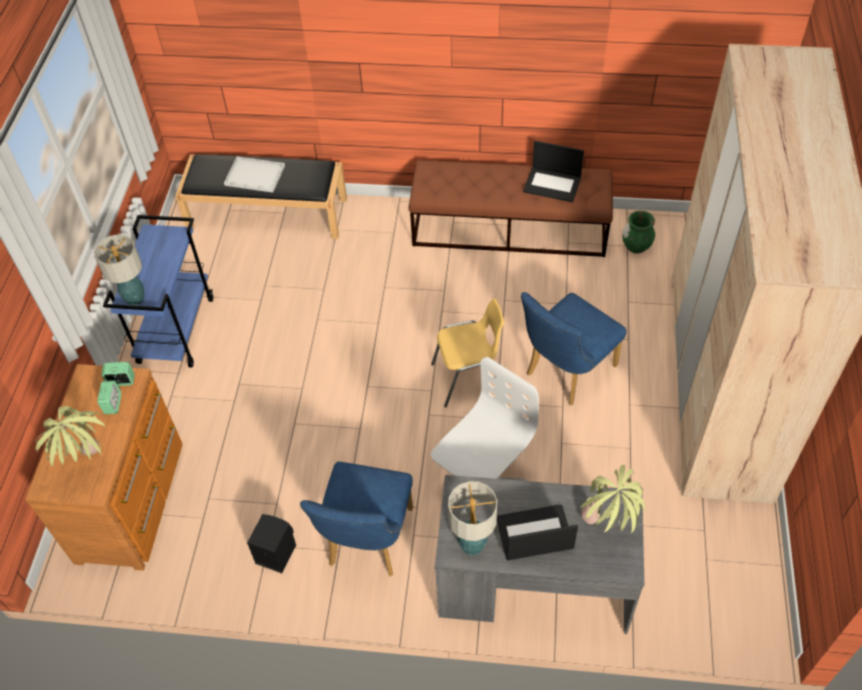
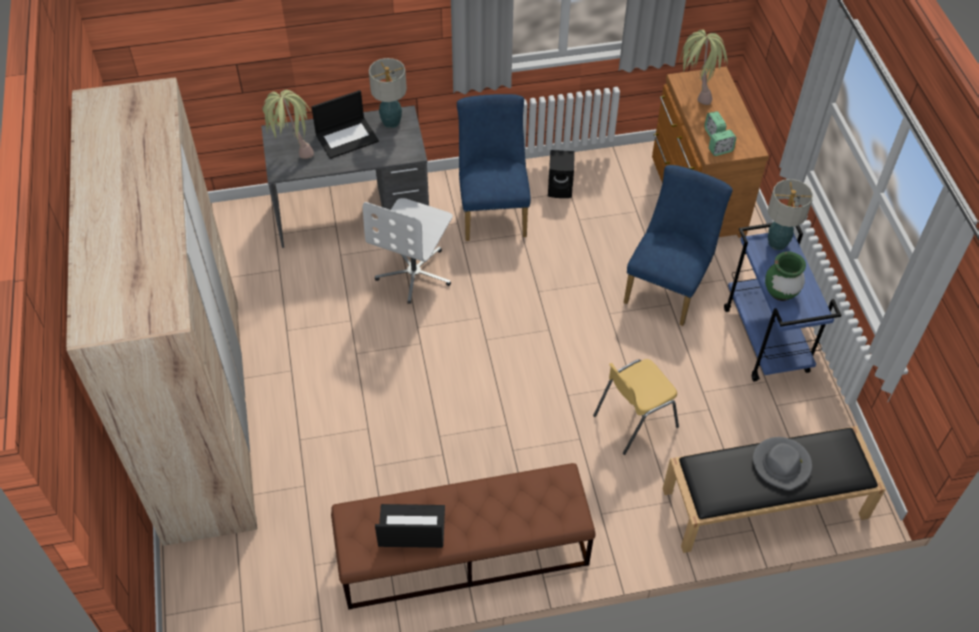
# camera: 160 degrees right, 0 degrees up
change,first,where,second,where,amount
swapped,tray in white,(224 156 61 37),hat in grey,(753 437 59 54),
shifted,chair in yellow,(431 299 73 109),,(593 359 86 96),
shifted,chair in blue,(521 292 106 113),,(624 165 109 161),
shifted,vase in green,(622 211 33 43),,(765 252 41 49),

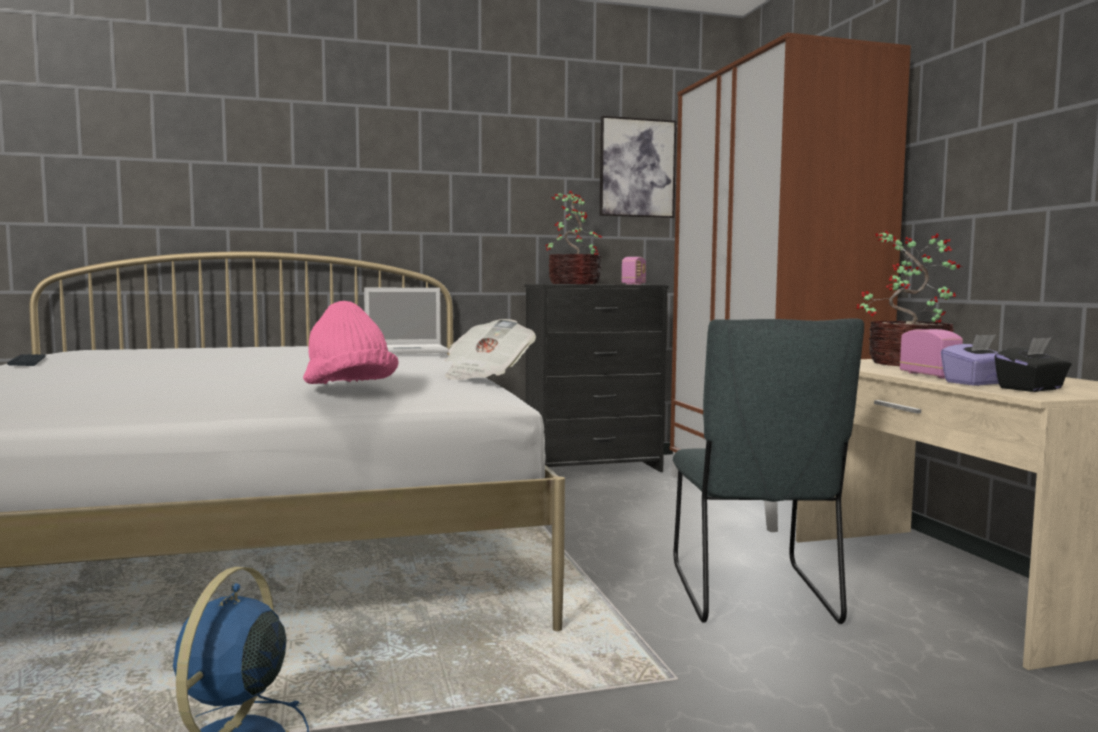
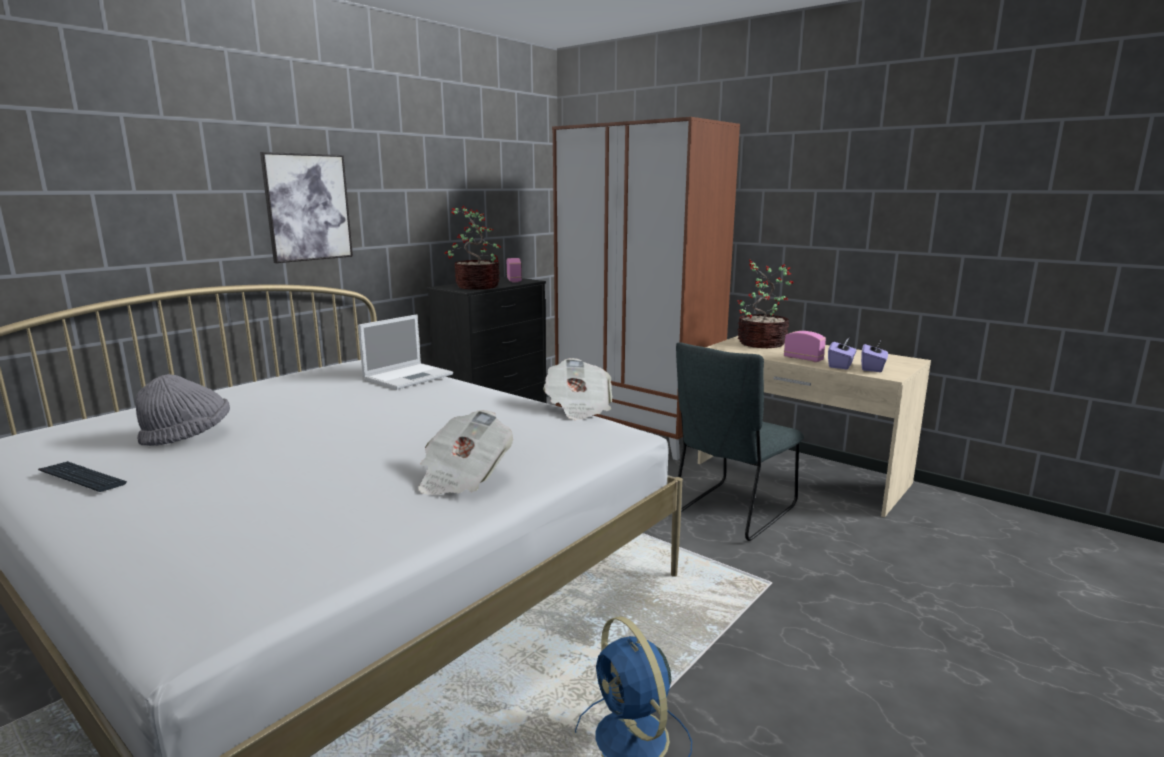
# camera: 35 degrees left, 10 degrees up
change,first,where,second,where,amount
gone,hat in pink,(303 301 95 83),,,
shifted,picture,(600 116 76 102),,(260 152 93 111),
rotated,chair in grey,(673 318 191 306),,(676 342 128 199),75 degrees clockwise
repainted,tissue box in black,(995 338 77 54),tissue box in purple,(861 342 27 30),
new,,,hat in grey,(136 374 94 72),
new,,,newspaper,(418 410 95 85),

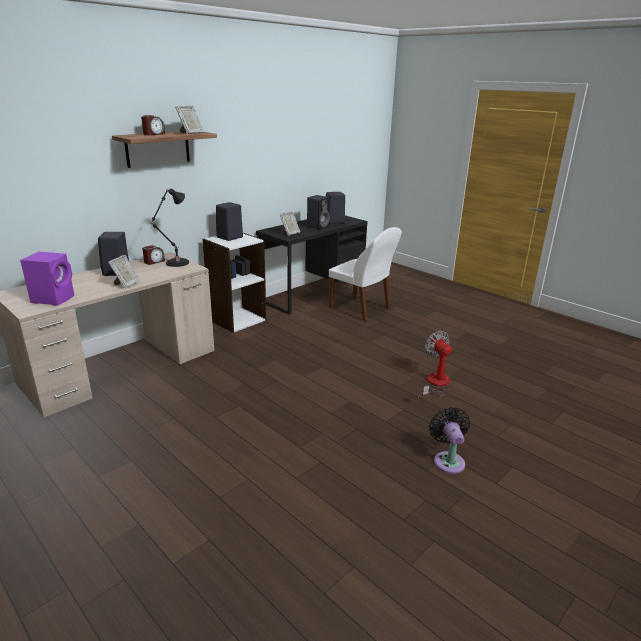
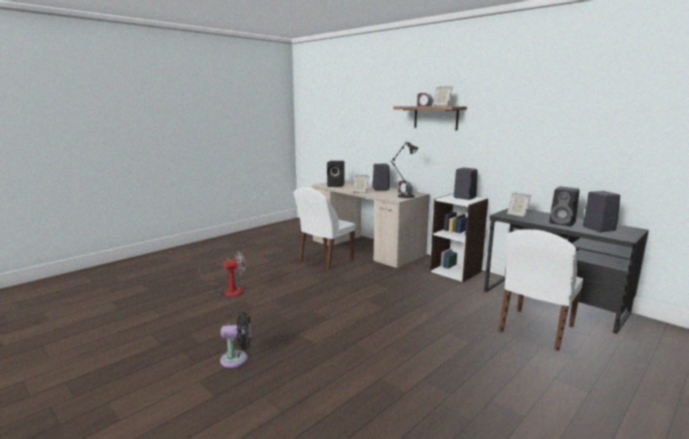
# camera: 90 degrees right, 10 degrees down
change,first,where,second,where,amount
repainted,speaker in purple,(20 252 54 54),speaker in black,(327 161 17 26),
shifted,fan,(418 331 34 71),,(199 251 46 46),
new,,,chair in white,(294 187 61 83),

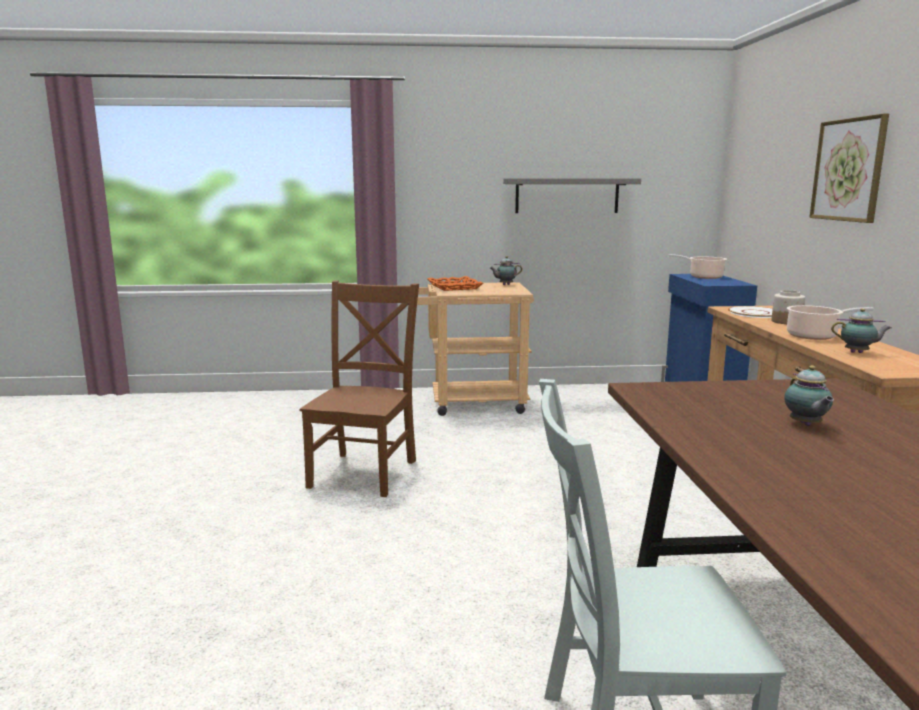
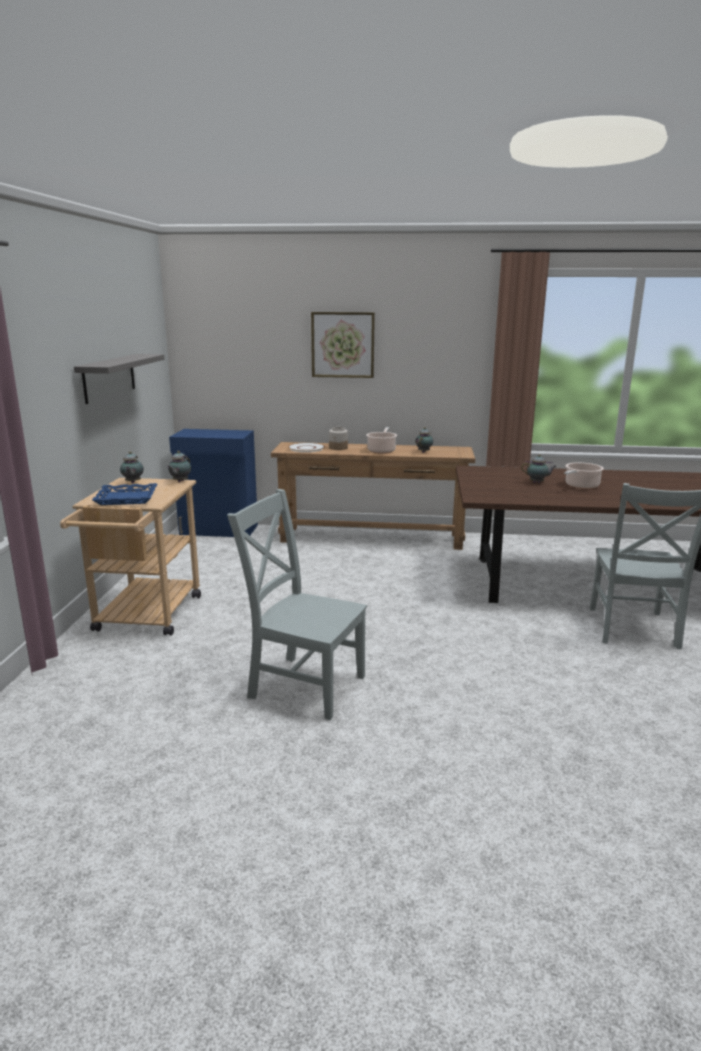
# camera: 80 degrees left, 5 degrees up
change,first,where,second,where,amount
repainted,chair in brown,(300 281 119 216),chair in grey,(227 489 140 231),
repainted,tray in orange,(428 276 55 15),tray in blue,(92 483 65 22),
shifted,cooking pot,(668 254 59 25),,(564 462 40 27),
new,,,teapot,(167 451 24 31),

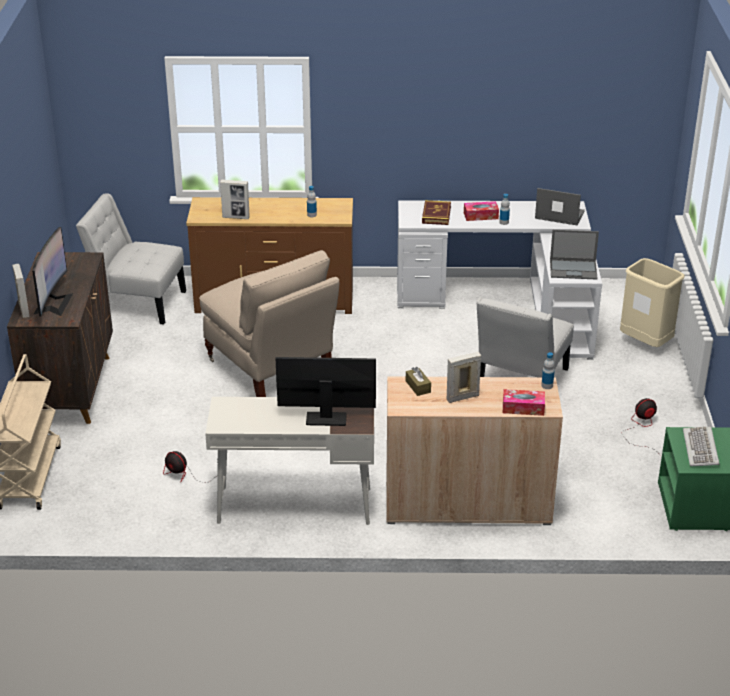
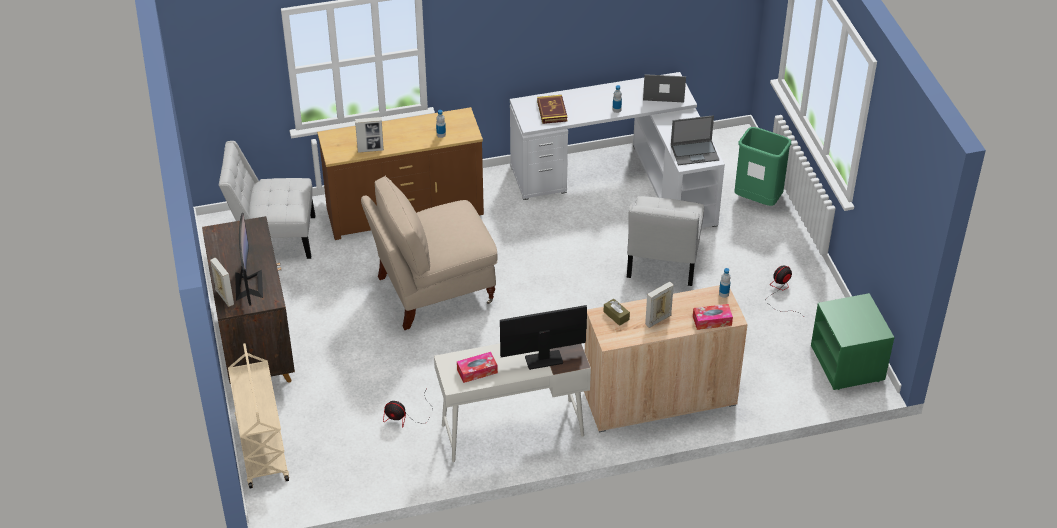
# camera: 15 degrees left, 10 degrees up
change,first,where,second,where,amount
rotated,chair in beige,(199 250 140 147),,(361 176 137 154),120 degrees clockwise
shifted,tissue box,(464 201 35 20),,(457 352 41 31),
repainted,trash can in beige,(620 258 65 89),trash can in green,(734 127 57 79),
gone,keyboard,(683 426 36 40),,,

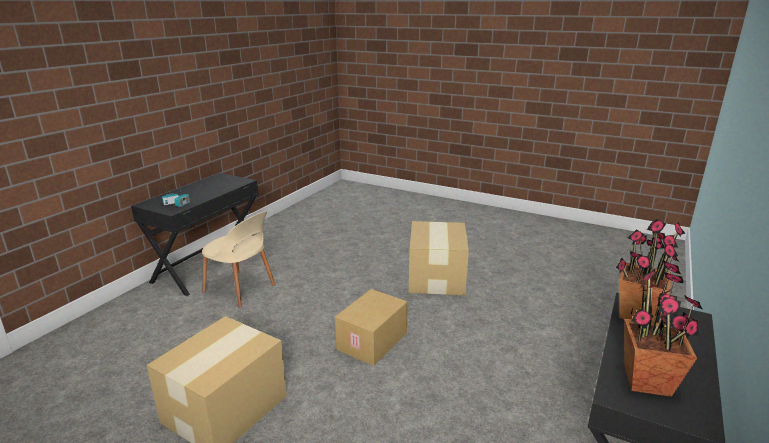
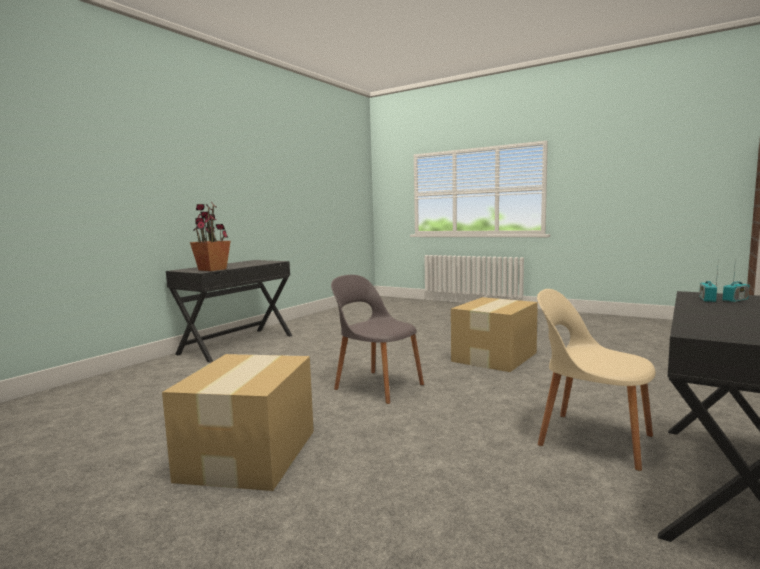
# camera: 175 degrees left, 15 degrees down
change,first,where,second,where,amount
swapped,cardboard box,(335 289 73 77),chair in grey,(331 275 93 129),
gone,potted plant,(624 261 79 136),,,

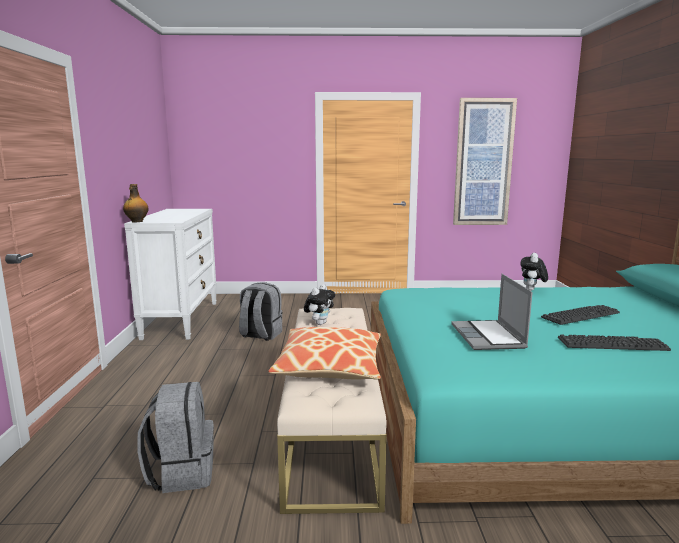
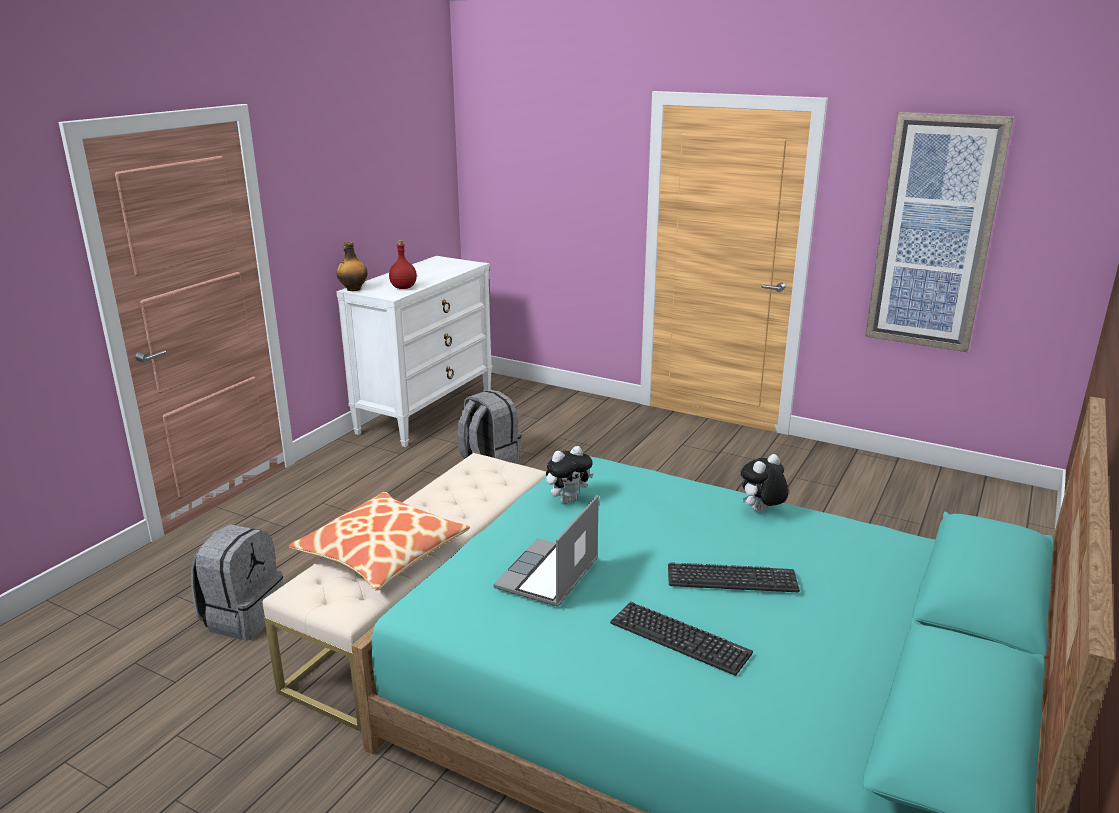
# camera: 30 degrees right, 10 degrees up
change,first,where,second,where,amount
shifted,plush toy,(304 284 31 41),,(546 446 48 57),
new,,,bottle in red,(389 240 28 49),

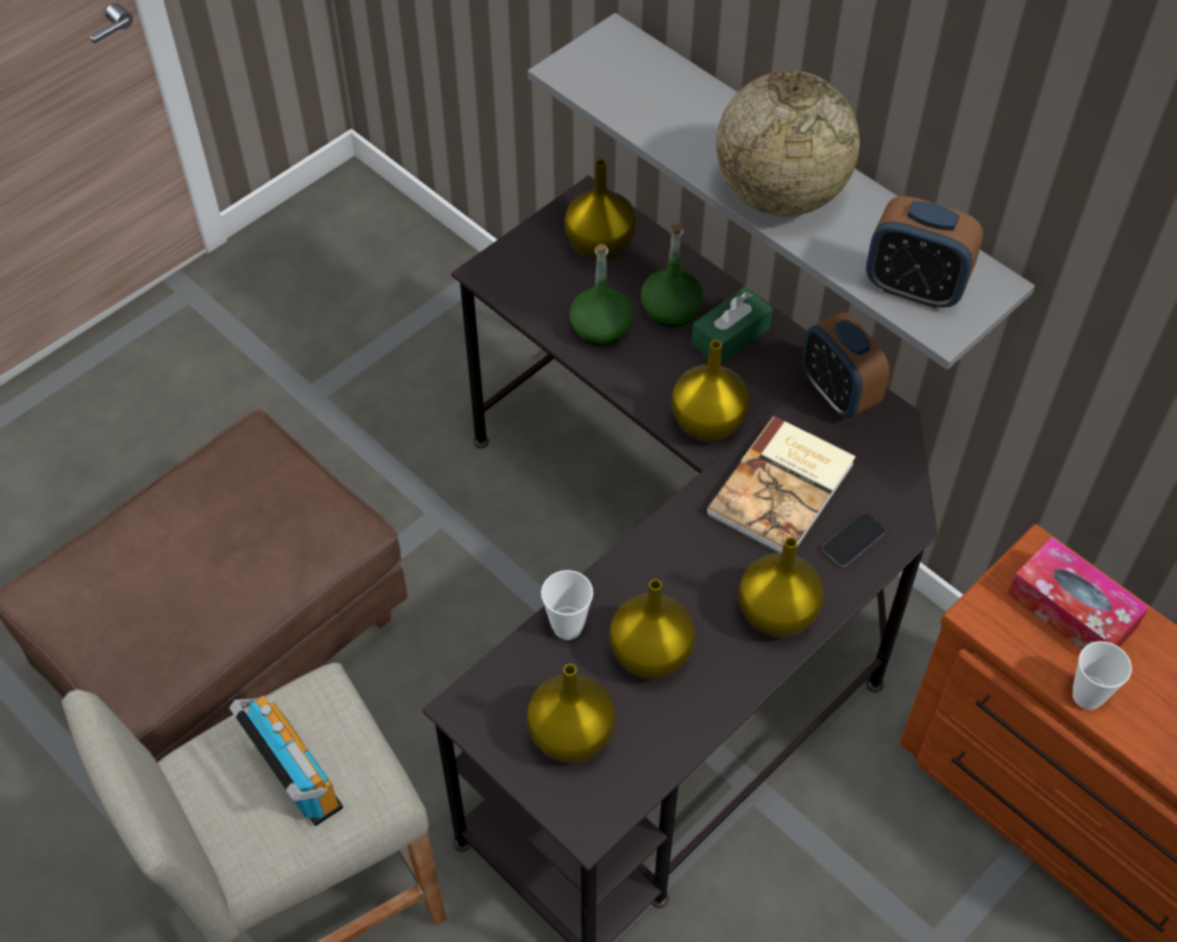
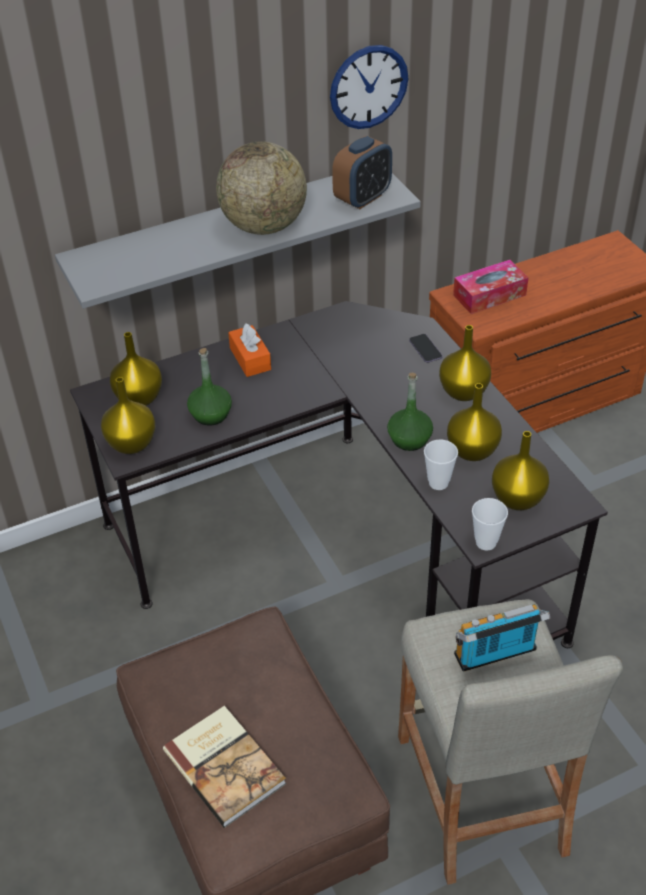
# camera: 70 degrees left, 10 degrees down
change,first,where,second,where,amount
shifted,bottle in green,(641 224 63 103),,(387 372 46 79),
shifted,vase in yellow,(671 340 79 102),,(101 377 55 77),
repainted,tissue box in green,(691 287 82 77),tissue box in orange,(228 323 43 54),
shifted,book,(705 416 151 137),,(163 706 123 122),
gone,alarm clock,(802 312 88 106),,,
shifted,cup,(1073 641 59 69),,(472 498 36 53),
new,,,wall clock,(330 45 78 84),

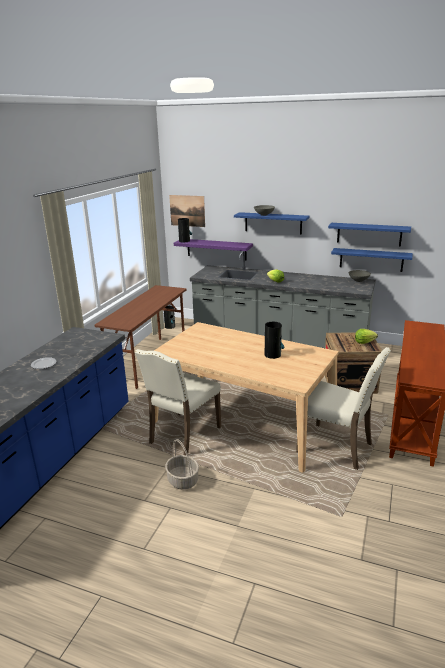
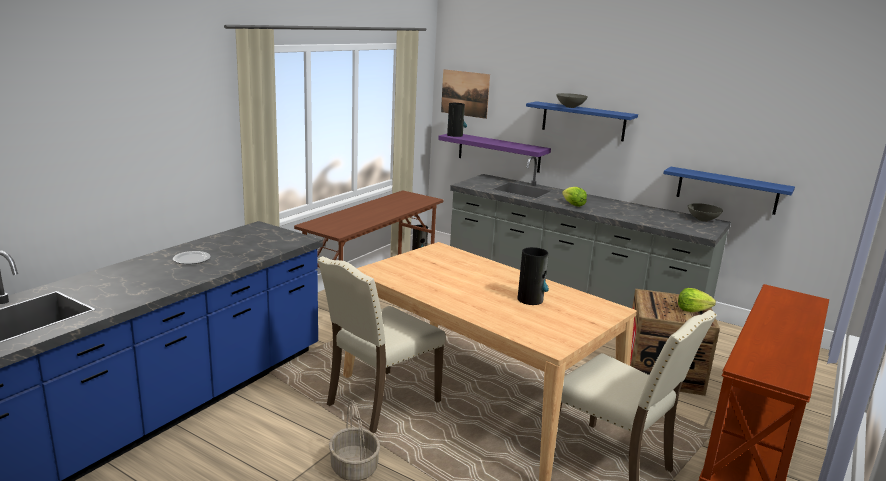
# camera: 10 degrees right, 5 degrees down
change,first,where,second,where,amount
gone,shelf in blue,(328 223 83 23),,,

